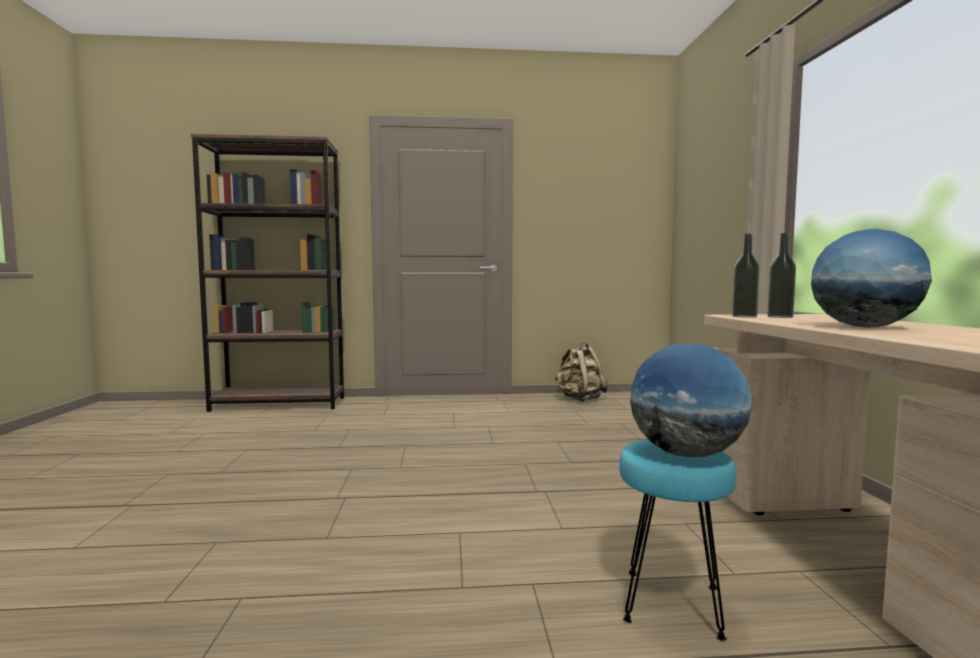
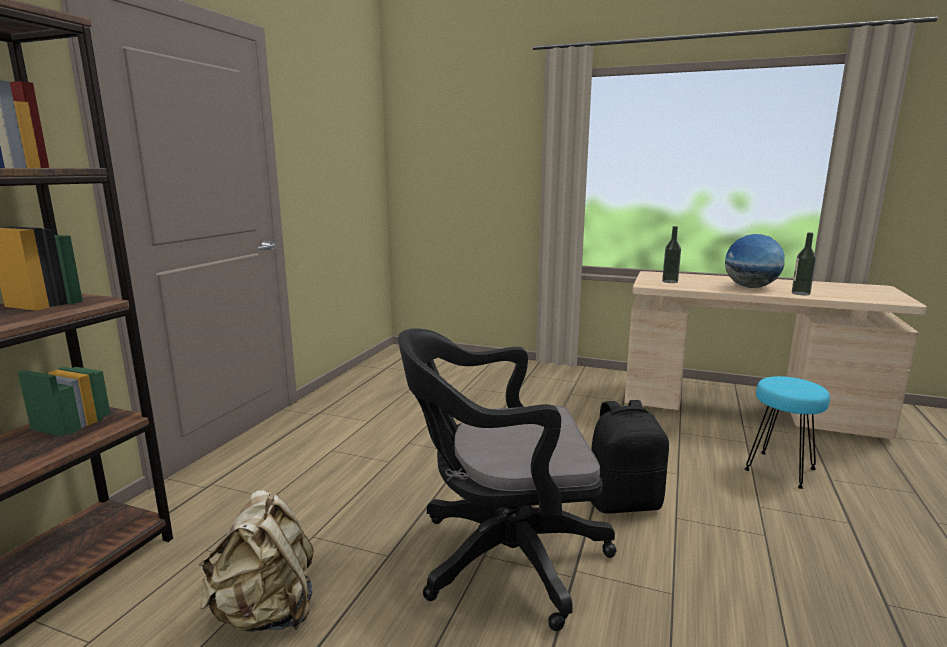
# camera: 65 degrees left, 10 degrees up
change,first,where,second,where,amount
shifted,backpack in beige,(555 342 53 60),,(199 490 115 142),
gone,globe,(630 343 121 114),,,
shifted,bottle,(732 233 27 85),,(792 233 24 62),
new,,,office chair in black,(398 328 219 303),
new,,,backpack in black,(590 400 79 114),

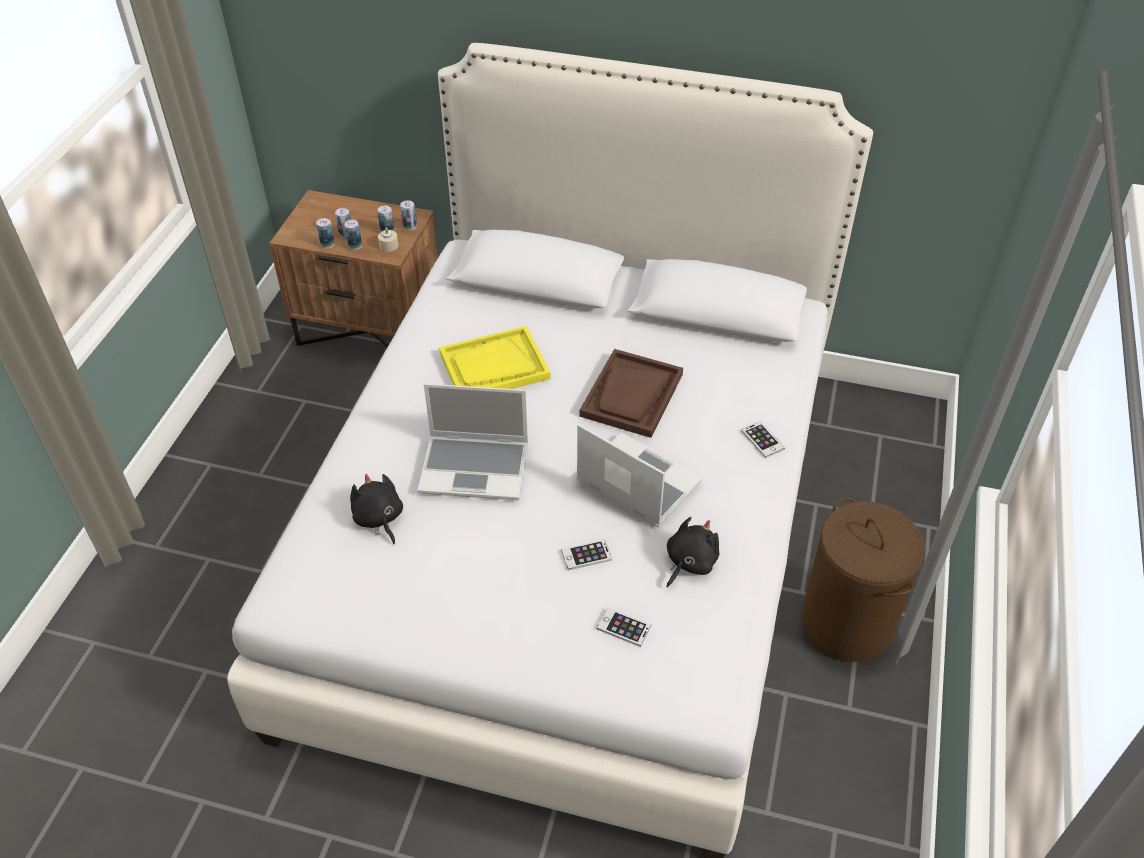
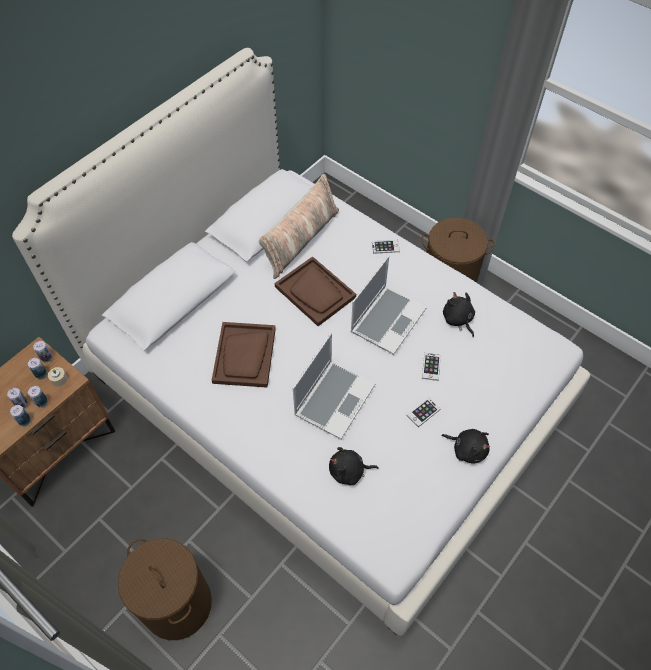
# camera: 65 degrees left, 10 degrees up
change,first,where,second,where,amount
repainted,tray in yellow,(439 326 111 63),tray in brown,(212 322 64 65),
rotated,laptop,(576 424 127 103),,(350 256 77 99),150 degrees clockwise
shifted,phone,(596 607 55 40),,(406 397 34 30),
new,,,laundry basket in brown,(118 539 94 101),
new,,,pillow,(259 174 80 105),
new,,,plush toy in black,(442 429 48 35),

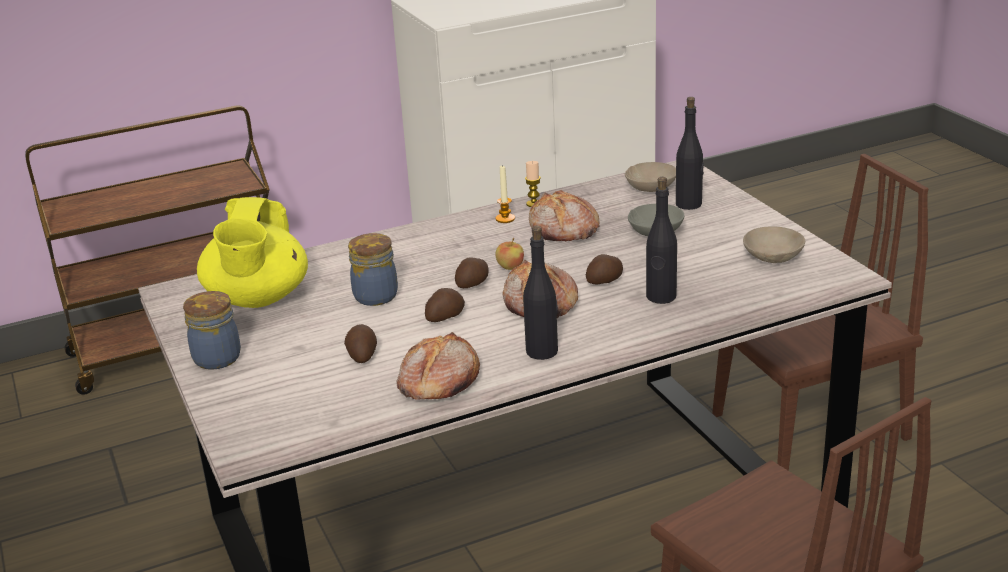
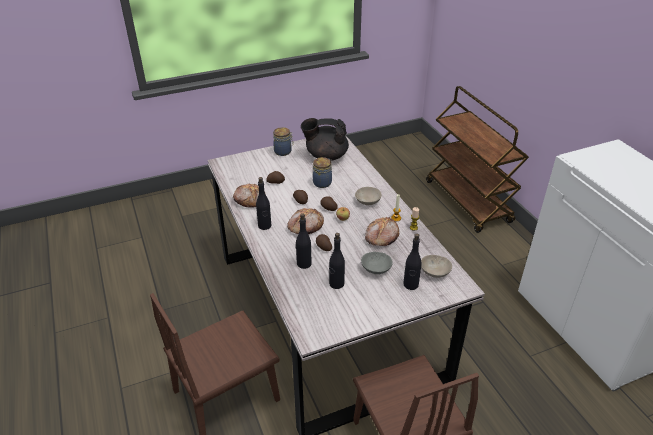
# camera: 90 degrees right, 10 degrees up
change,first,where,second,where,amount
repainted,teapot in yellow,(197 197 111 111),teapot in black,(301 118 48 43),
shifted,bowl in beige,(743 226 62 37),,(355 187 27 18),
new,,,bottle in black,(329 233 16 56),

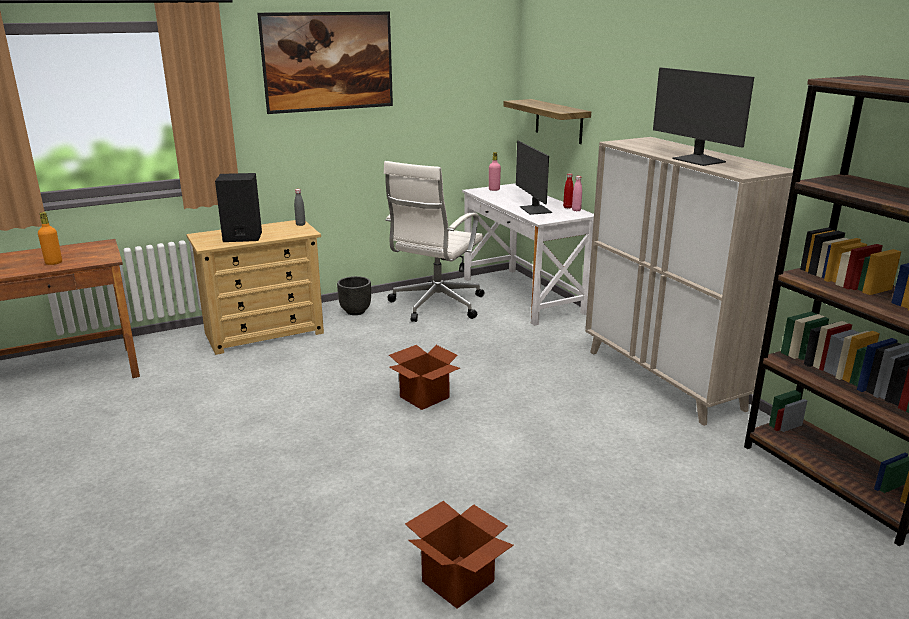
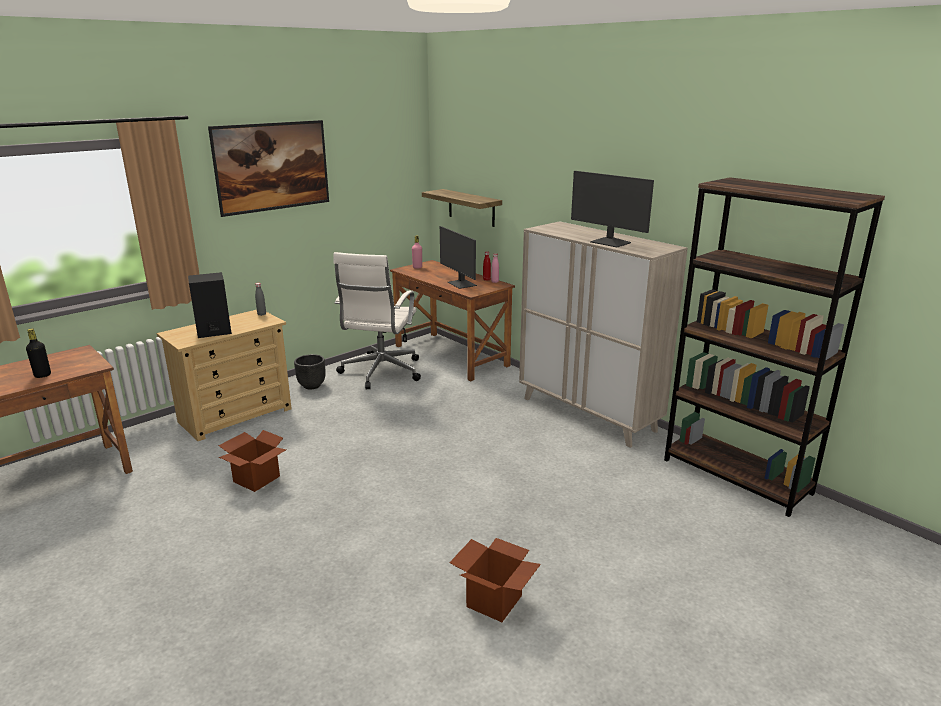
# camera: 15 degrees left, 0 degrees up
change,first,where,second,where,amount
repainted,bottle in orange,(38 212 24 53),bottle in black,(26 329 25 49),
shifted,cardboard box,(389 345 71 65),,(219 430 67 62),
repainted,desk in white,(462 183 132 143),desk in brown,(390 260 125 121),

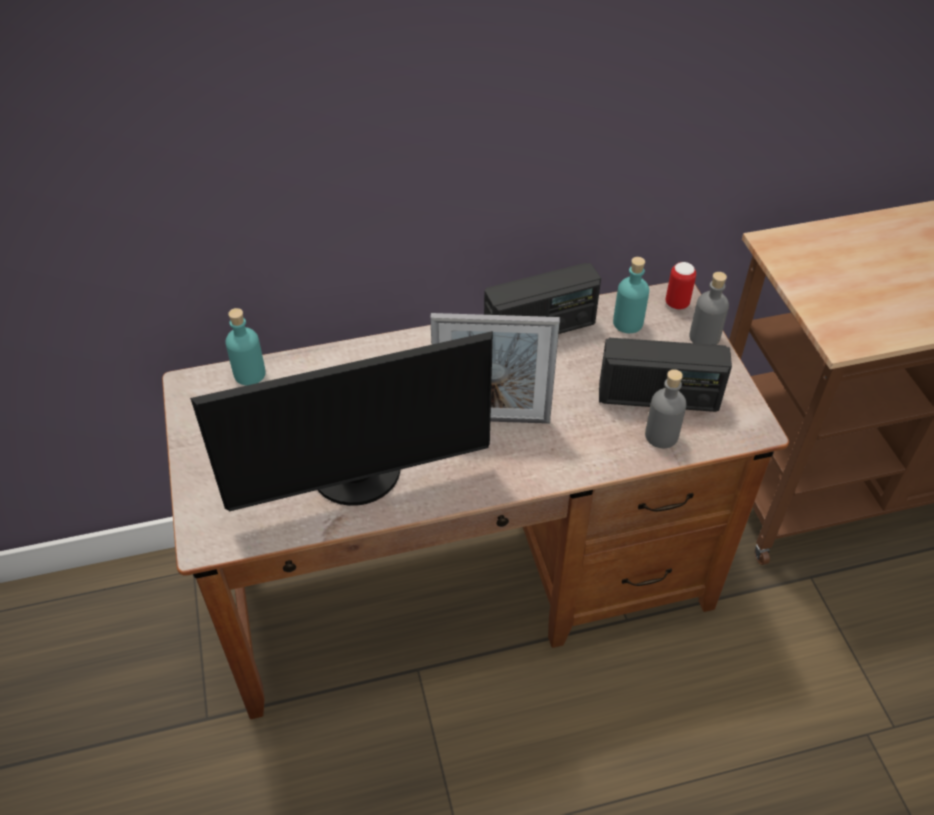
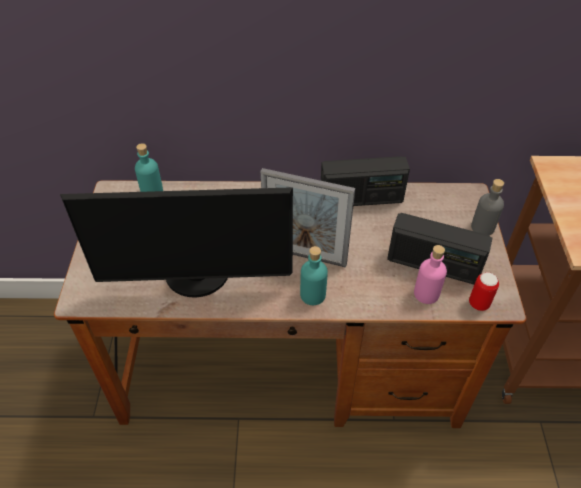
# camera: 15 degrees right, 0 degrees up
change,first,where,second,where,amount
shifted,bottle in turquoise,(613 257 36 76),,(300 246 28 59),
repainted,bottle in grey,(645 369 41 79),bottle in pink,(414 245 33 59),
shifted,can,(665 262 31 48),,(469 272 30 39),

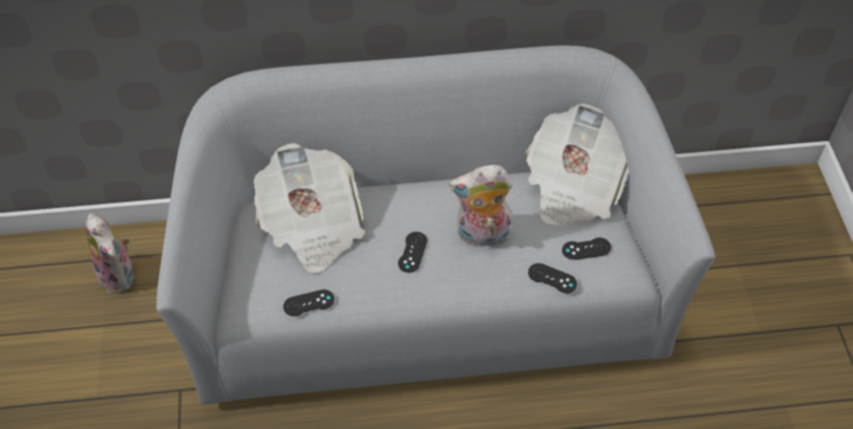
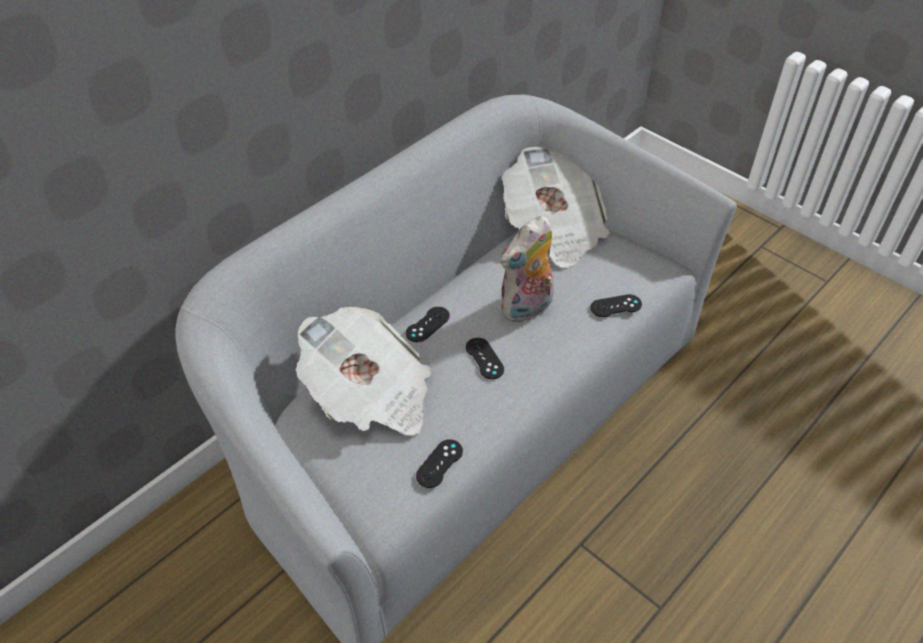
# camera: 40 degrees left, 5 degrees down
change,first,where,second,where,amount
gone,plush toy,(85 213 49 80),,,
shifted,game controller in black,(562 238 49 22),,(406 307 44 35),

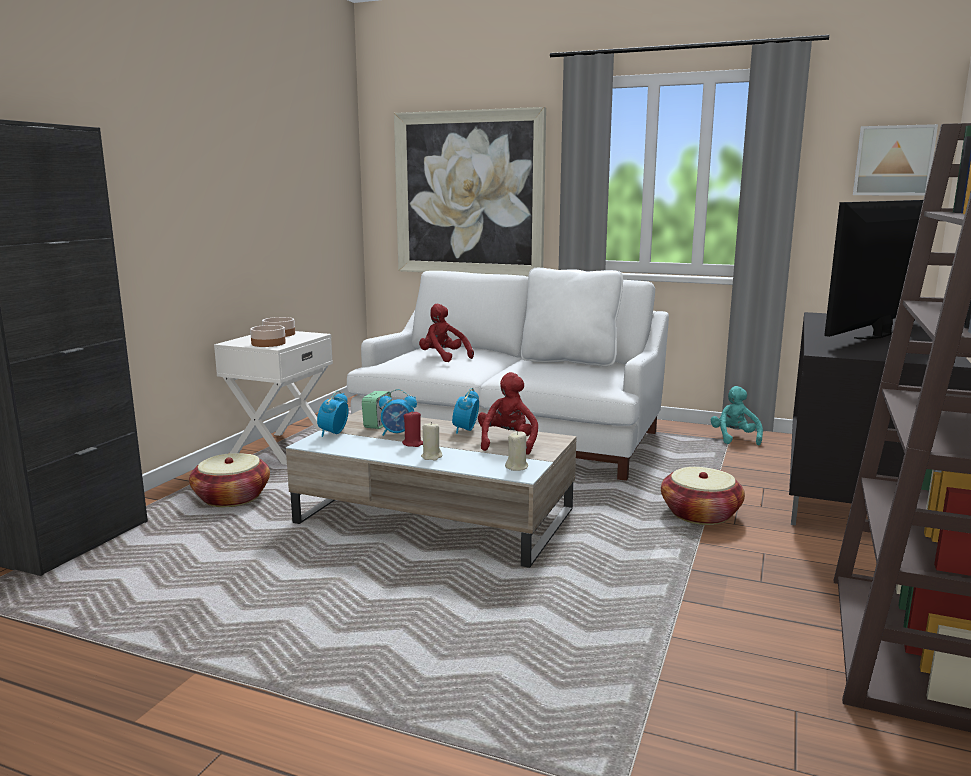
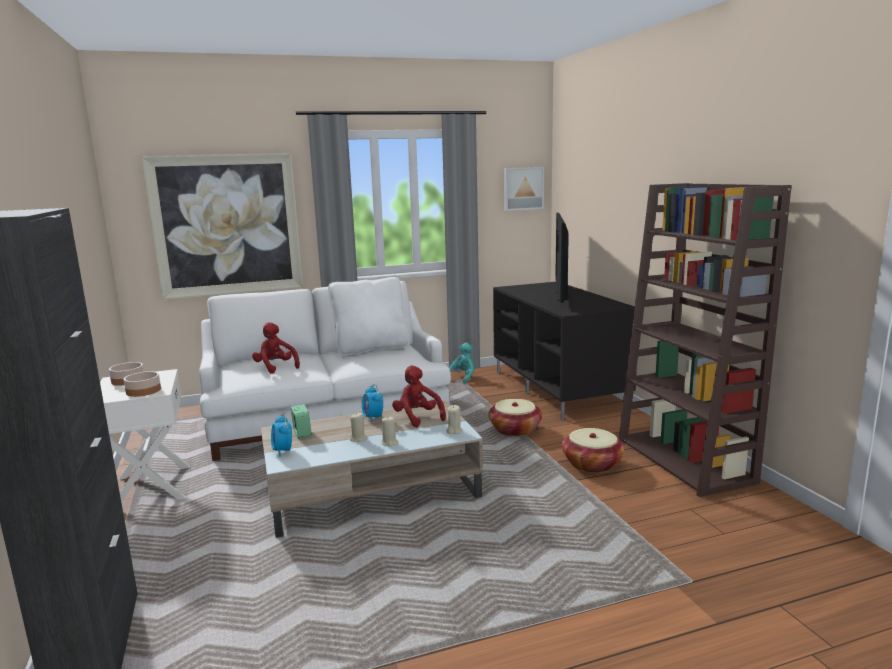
# camera: 40 degrees left, 0 degrees up
change,first,where,second,where,amount
shifted,basket,(189 453 81 54),,(562 428 62 45),
gone,alarm clock,(379 389 38 47),,,
repainted,candle in red,(402 410 21 37),candle in beige,(350 413 17 29),
rotated,plush toy in red,(419 304 55 58),,(252 322 48 52),45 degrees clockwise
rotated,plush toy in turquoise,(711 386 52 59),,(449 343 25 41),75 degrees clockwise

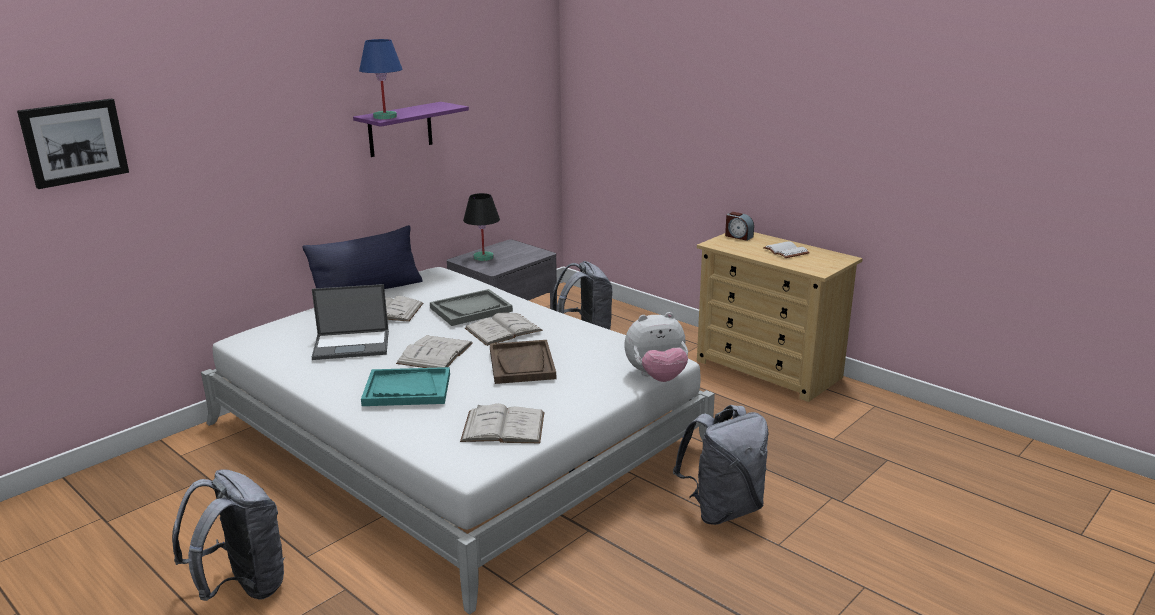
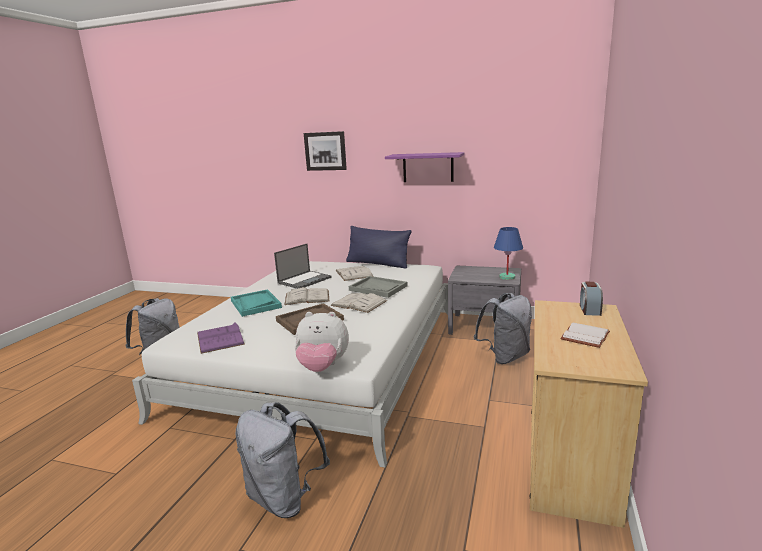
# camera: 65 degrees right, 5 degrees down
change,first,where,second,where,amount
shifted,picture,(17 99 112 90),,(304 131 43 40),
rotated,laptop,(312 284 77 76),,(274 244 58 45),105 degrees counterclockwise
shifted,table lamp in blue,(359 39 43 80),,(494 227 29 53),
repainted,book in white,(460 404 84 39),book in purple,(197 323 48 31),
gone,table lamp in black,(463 193 37 68),,,
rotated,plush toy,(624 312 64 70),,(295 312 54 60),45 degrees counterclockwise

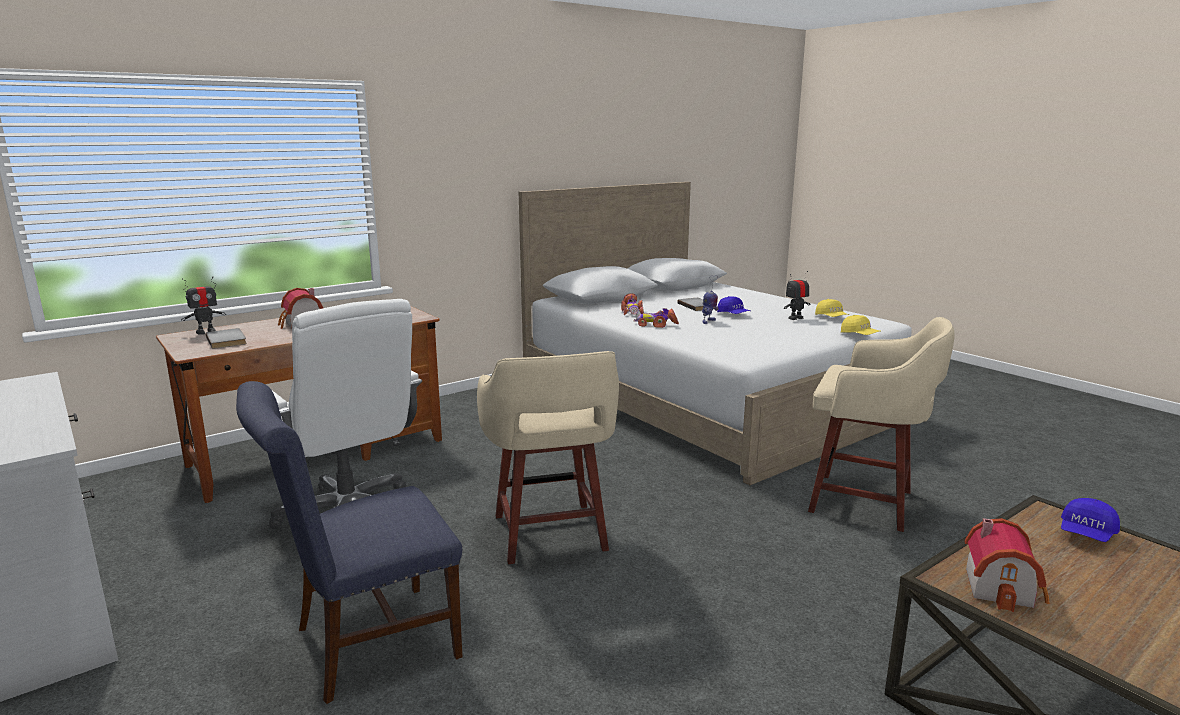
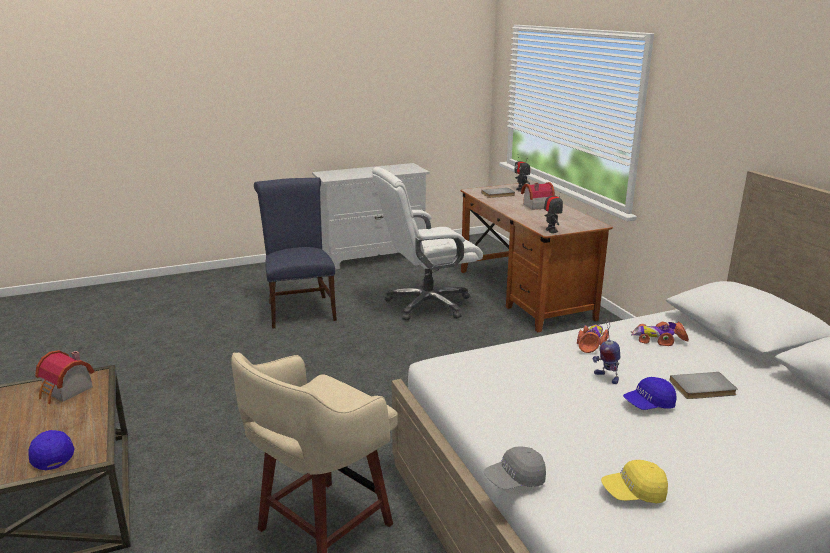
# camera: 105 degrees right, 5 degrees up
change,first,where,second,where,amount
gone,stool in beige,(477 351 142 213),,,
shifted,toy robot,(784 271 26 49),,(544 188 19 45),
repainted,cap in yellow,(841 315 40 20),cap in grey,(484 446 62 43),

